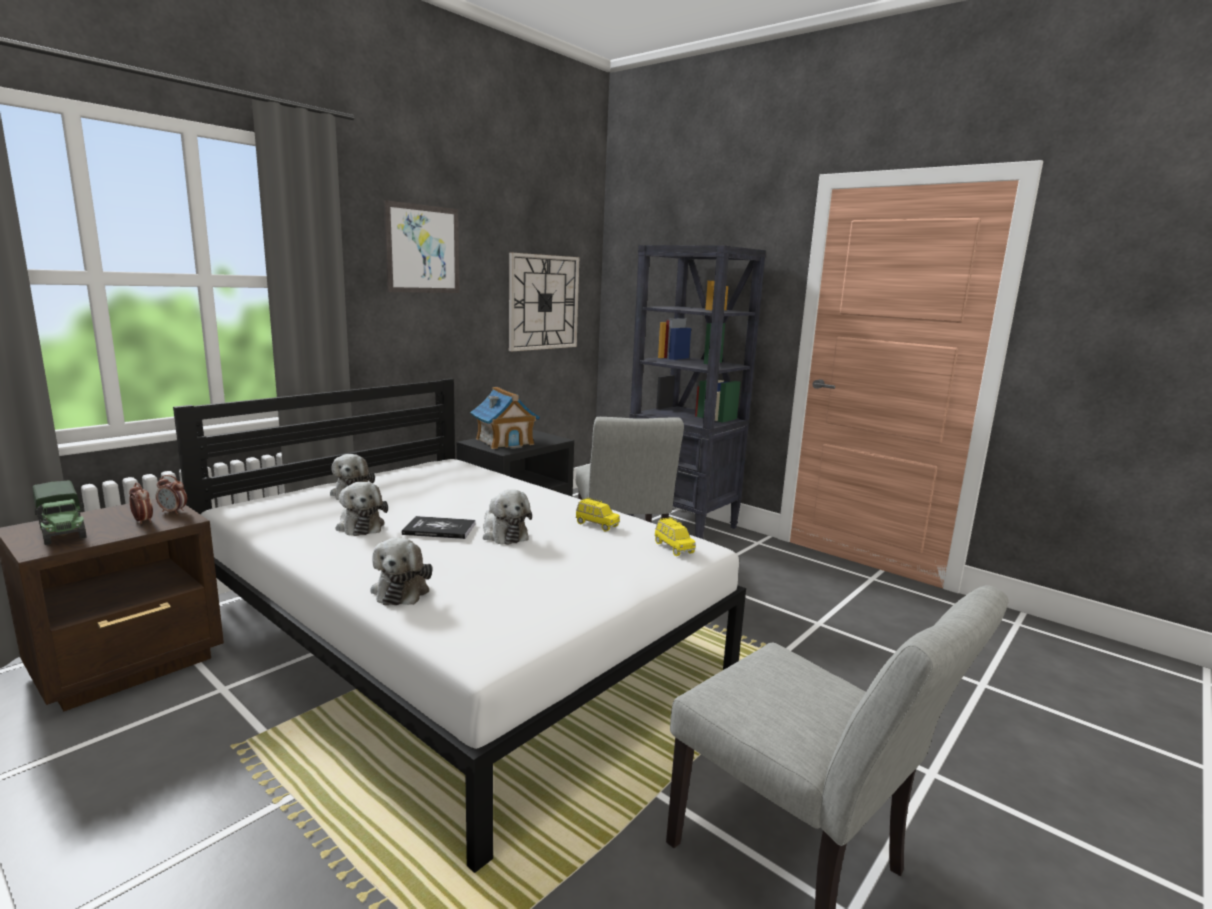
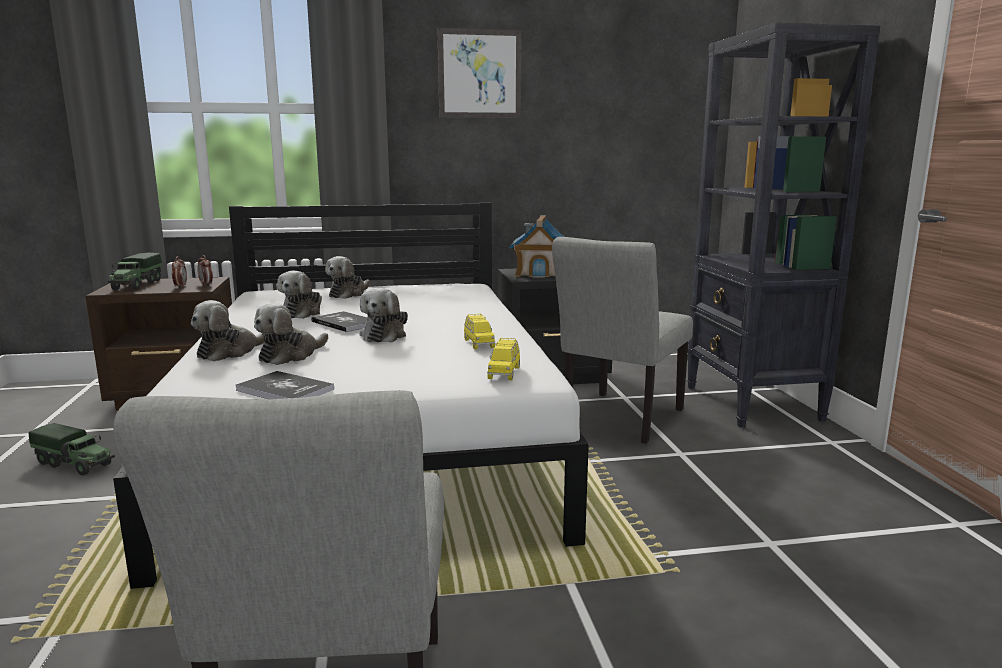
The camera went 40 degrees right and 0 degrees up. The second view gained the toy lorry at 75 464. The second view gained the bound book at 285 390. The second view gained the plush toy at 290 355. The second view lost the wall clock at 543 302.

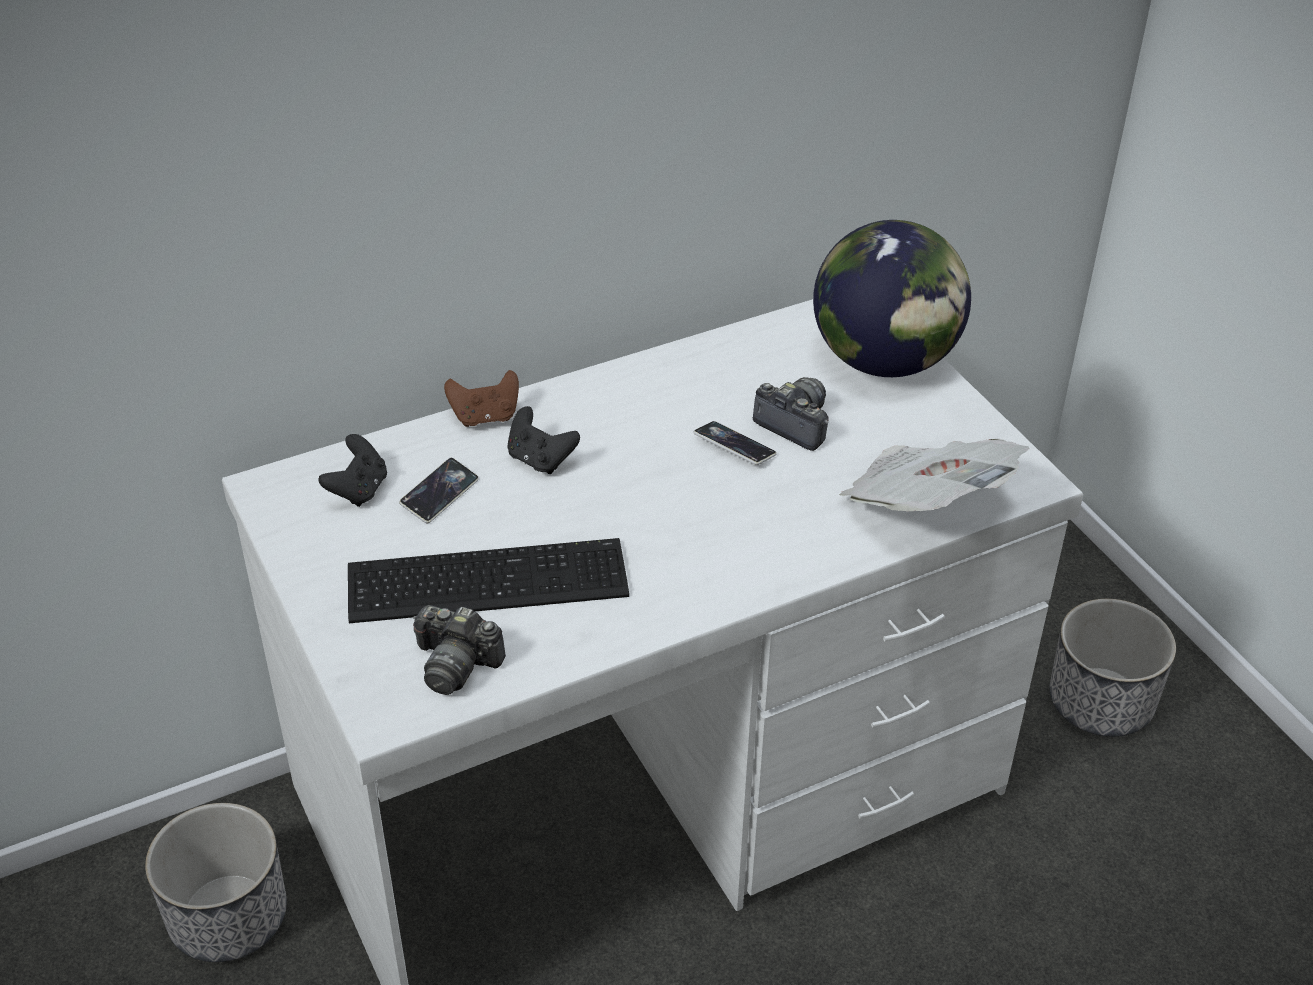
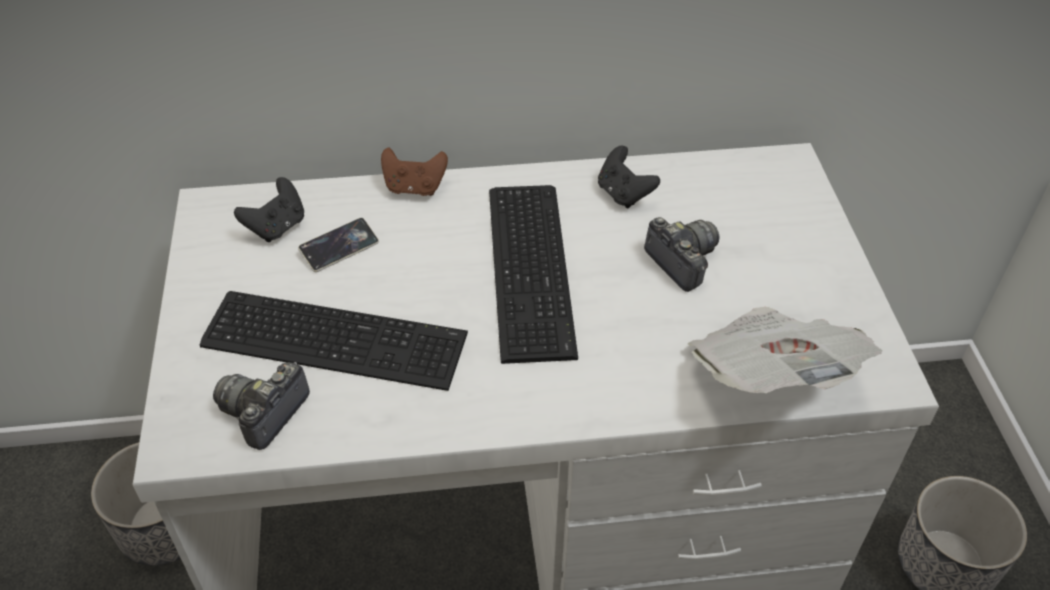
The camera went 20 degrees right and 5 degrees up. The still camera at 456 664 ended up facing another way, 75 degrees clockwise from before. The second view gained the computer keyboard at 534 267. The game controller (blackish) ended up elsewhere, having gone from 540 460 to 623 194. The second view lost the telephone at 734 447. The second view lost the world globe at 885 361.

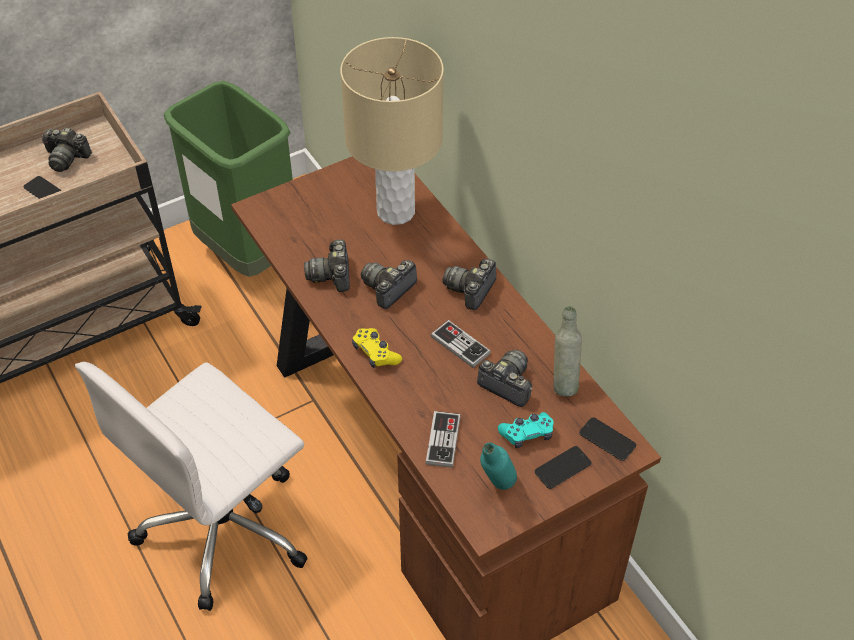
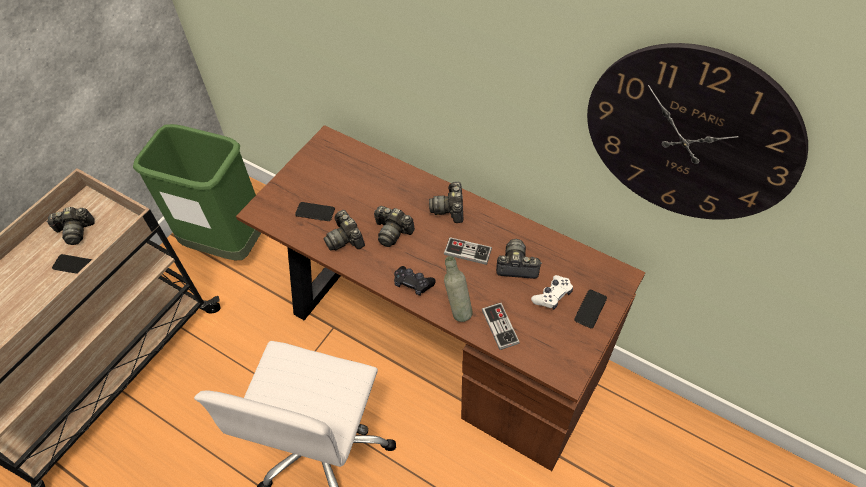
The camera went 25 degrees left and 5 degrees up. The telephone ended up elsewhere, having gone from 607 439 to 315 212. The still camera at 388 289 ended up facing another way, 75 degrees counterclockwise from before. What was the game controller (yellow) at 375 353 turned into the game controller (blackish) at 413 283. The drink bottle (grey) ended up elsewhere, having gone from 563 382 to 457 309. What was the game controller (blue-green) at 527 434 turned into the game controller (white-coloured) at 552 296. The second view gained the wall clock at 690 136. The second view lost the table lamp (beige-coloured) at 396 211. The second view lost the drink bottle (blue-green) at 496 490.

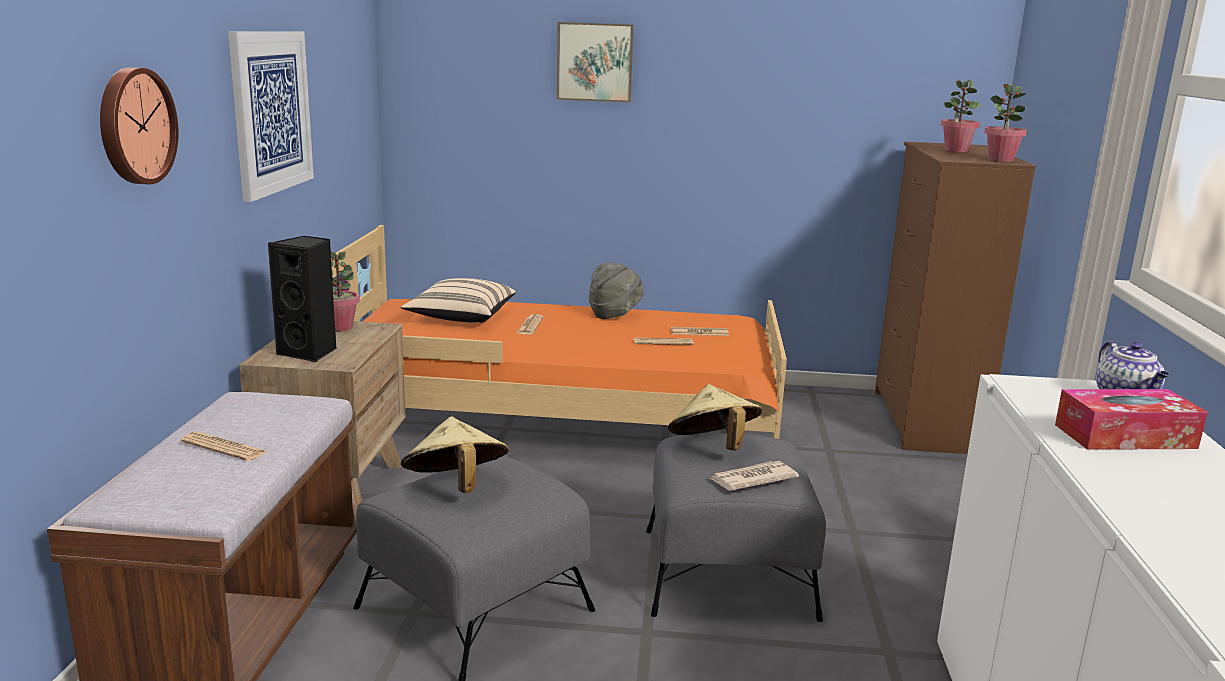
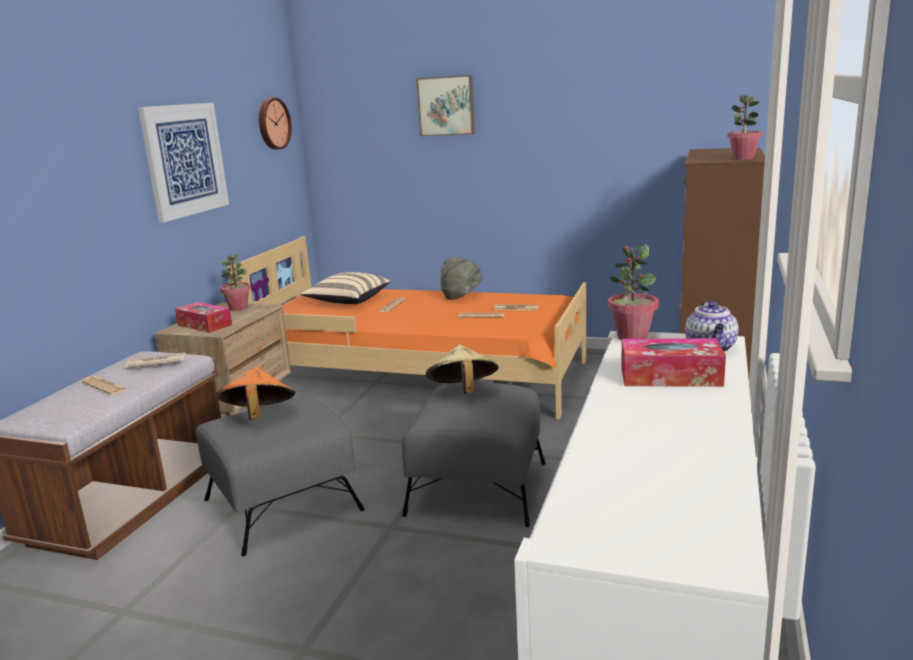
The camera went 15 degrees right and 0 degrees up. The newspaper ended up elsewhere, having gone from 751 479 to 155 363. Where the loudspeaker (blackish) stood at 310 352, the box of tissues came to stand at 205 325. What was the wearable hat (beige-coloured) at 455 487 turned into the wearable hat (orange) at 258 416. The wall clock ended up elsewhere, having gone from 134 126 to 272 123. The potted plant ended up elsewhere, having gone from 956 150 to 632 337.

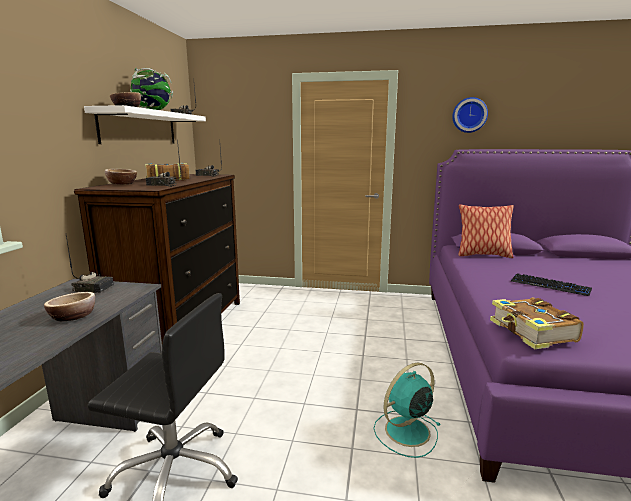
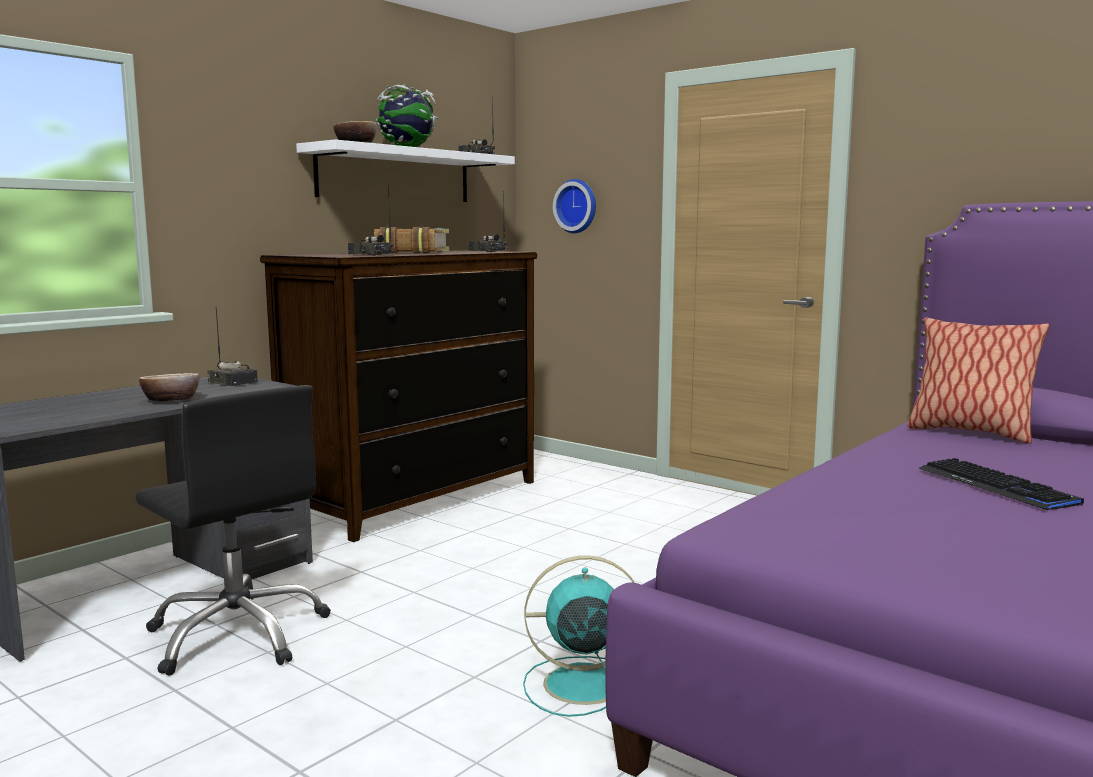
The camera went 30 degrees right and 5 degrees down. The wall clock ended up elsewhere, having gone from 469 115 to 577 206. The second view lost the serving bowl at 122 183. The second view lost the bound book at 532 332.

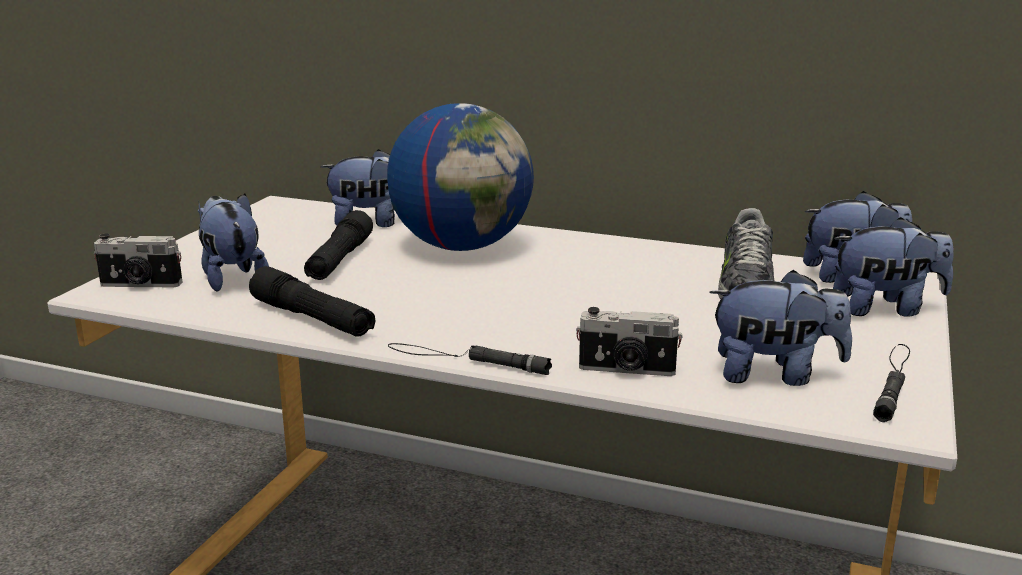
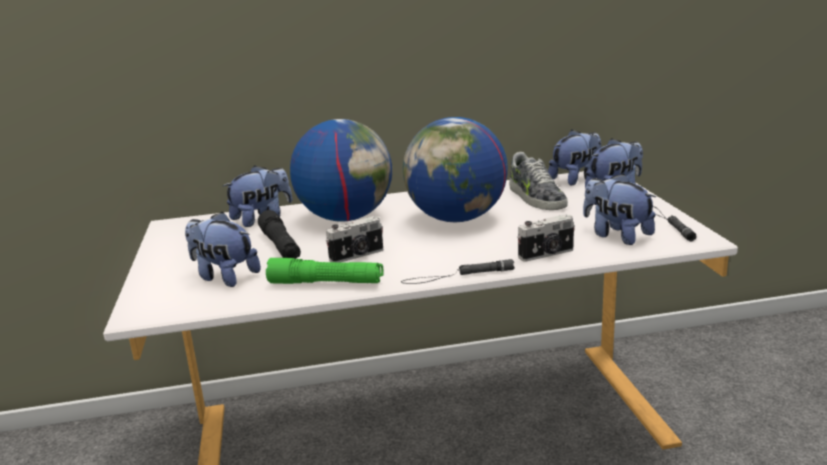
The camera went 30 degrees left and 0 degrees up. What was the hand torch (blackish) at 312 319 turned into the hand torch (green) at 326 283. The still camera ended up elsewhere, having gone from 140 285 to 357 256. The second view gained the world globe at 457 219. The plush toy at 775 374 ended up facing another way, 105 degrees counterclockwise from before.

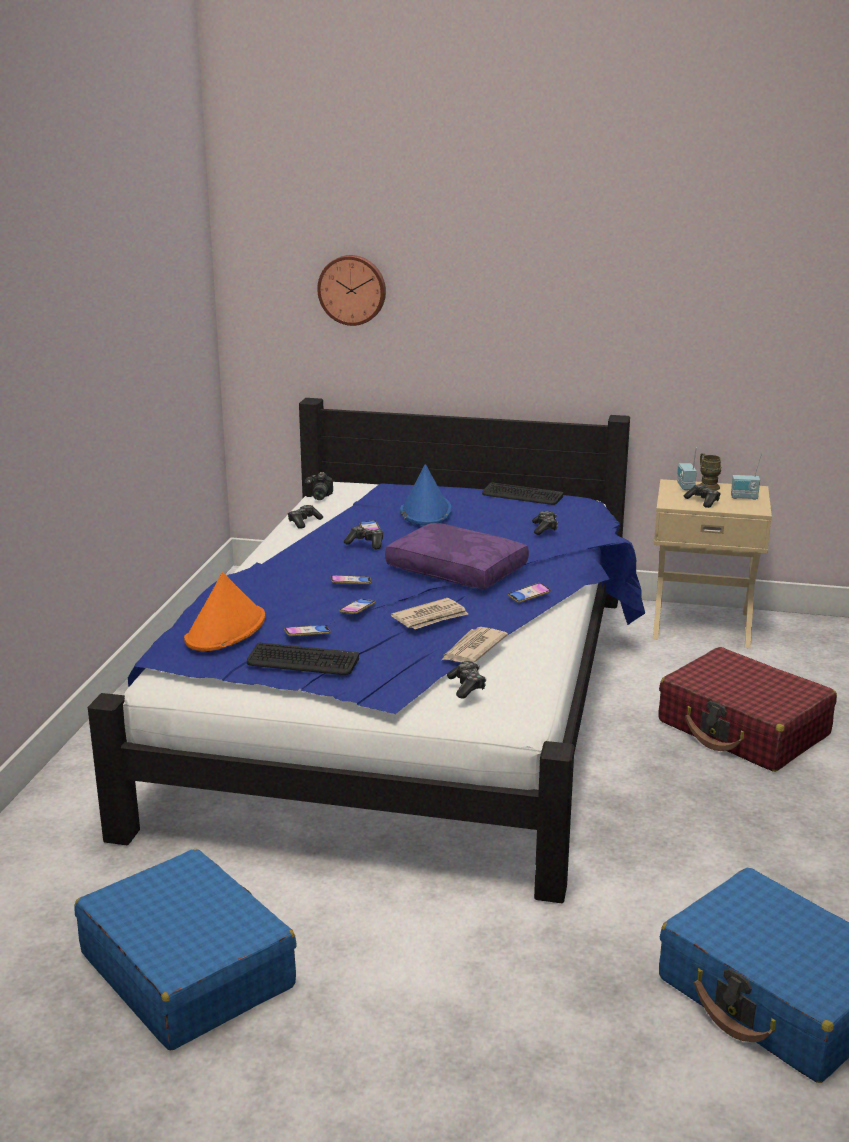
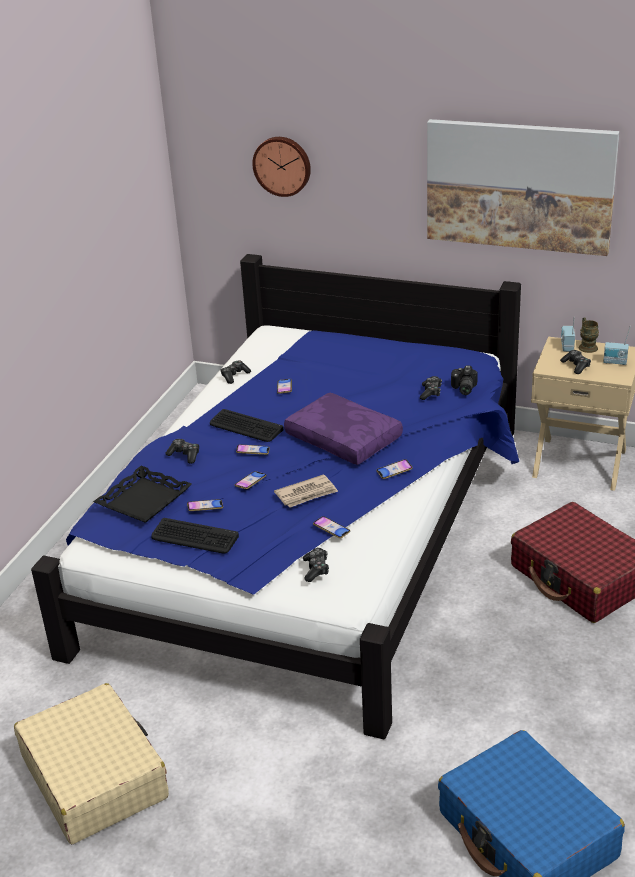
The camera went 10 degrees right and 10 degrees up. What was the suitcase (blue-coloured) at 187 969 turned into the suitcase (beige-coloured) at 94 777. Where the wearable hat (orange) stood at 226 630, the serving tray (blackish) came to stand at 143 500. The game controller ended up elsewhere, having gone from 366 543 to 184 455. The computer keyboard ended up elsewhere, having gone from 522 495 to 245 427. Where the newspaper stood at 472 649, the telephone came to stand at 331 529. The second view gained the wall art at 519 185. The still camera ended up elsewhere, having gone from 317 497 to 463 389. The second view lost the wearable hat (blue-coloured) at 425 511.

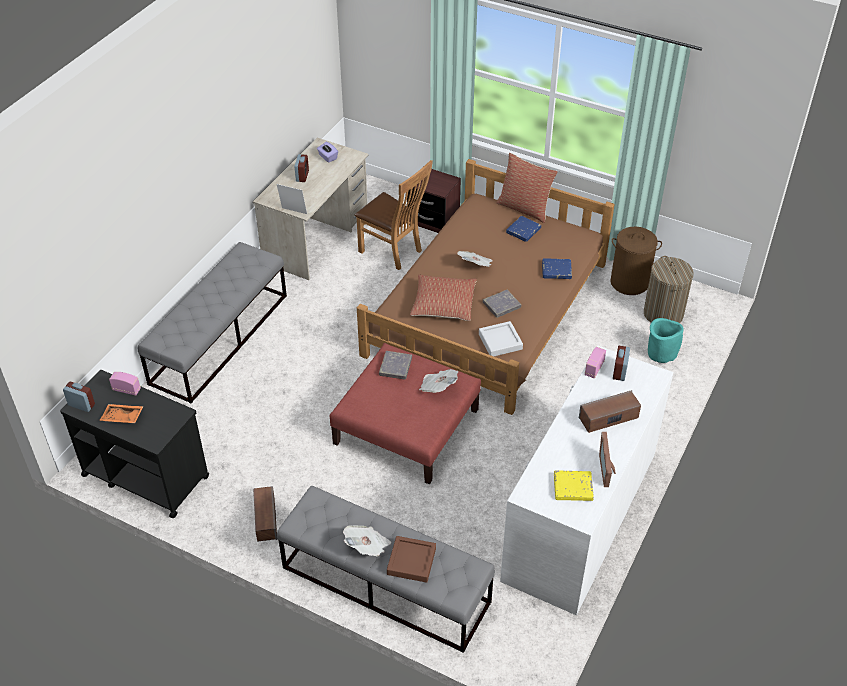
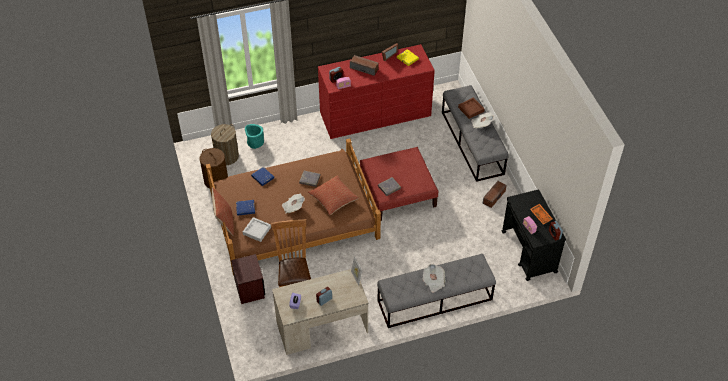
The camera went 135 degrees left and 5 degrees up. The serving tray (grey) ended up elsewhere, having gone from 500 342 to 257 231. What was the dresser (white-coloured) at 580 516 turned into the dresser (red) at 375 114. The newspaper ended up elsewhere, having gone from 438 387 to 433 282.

